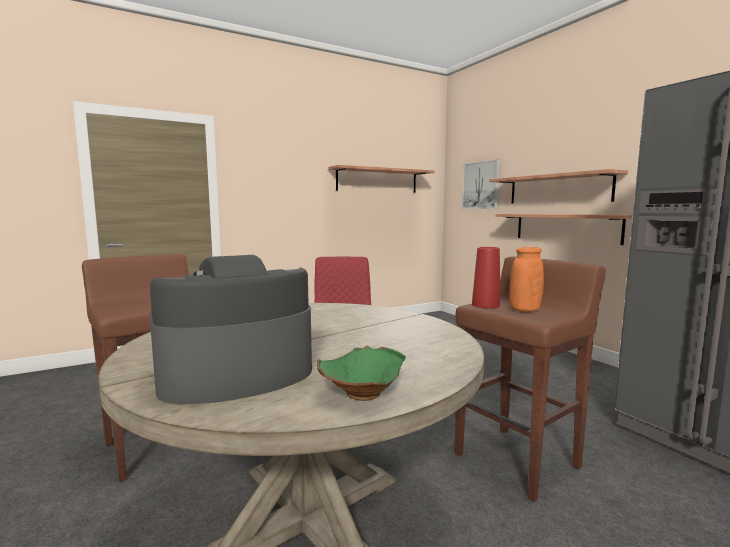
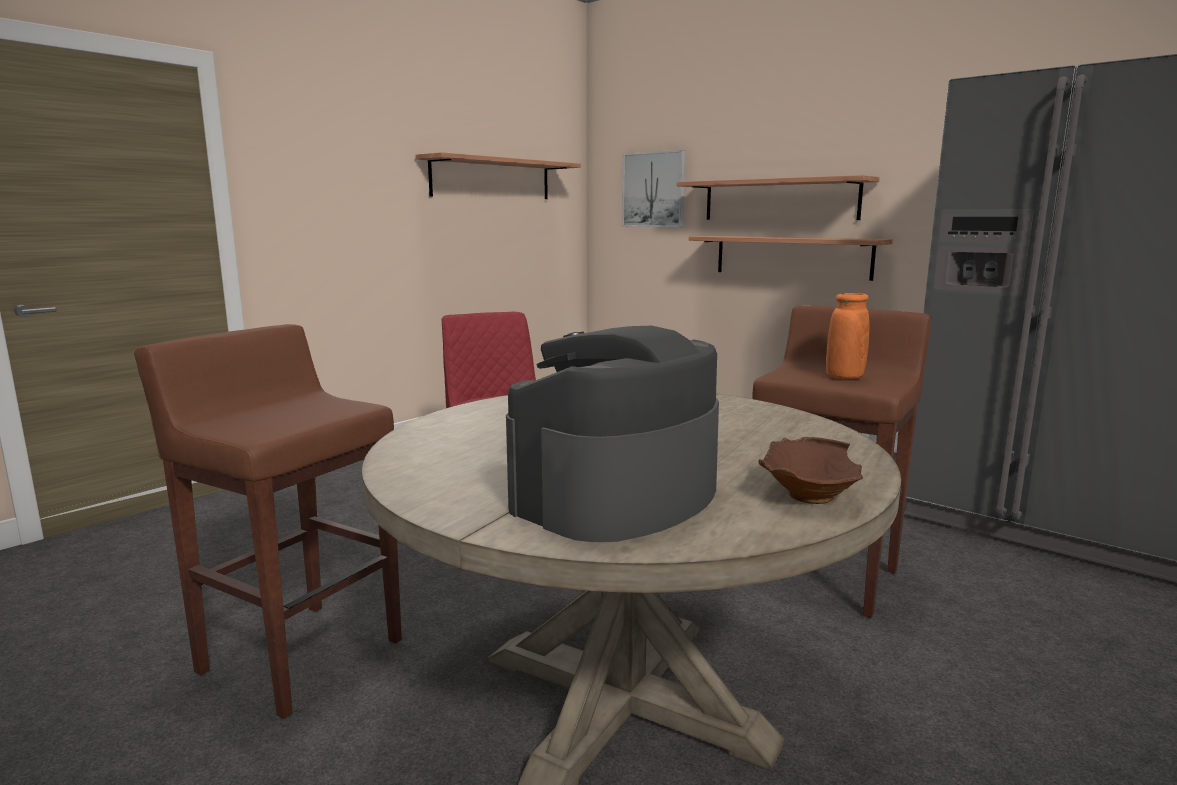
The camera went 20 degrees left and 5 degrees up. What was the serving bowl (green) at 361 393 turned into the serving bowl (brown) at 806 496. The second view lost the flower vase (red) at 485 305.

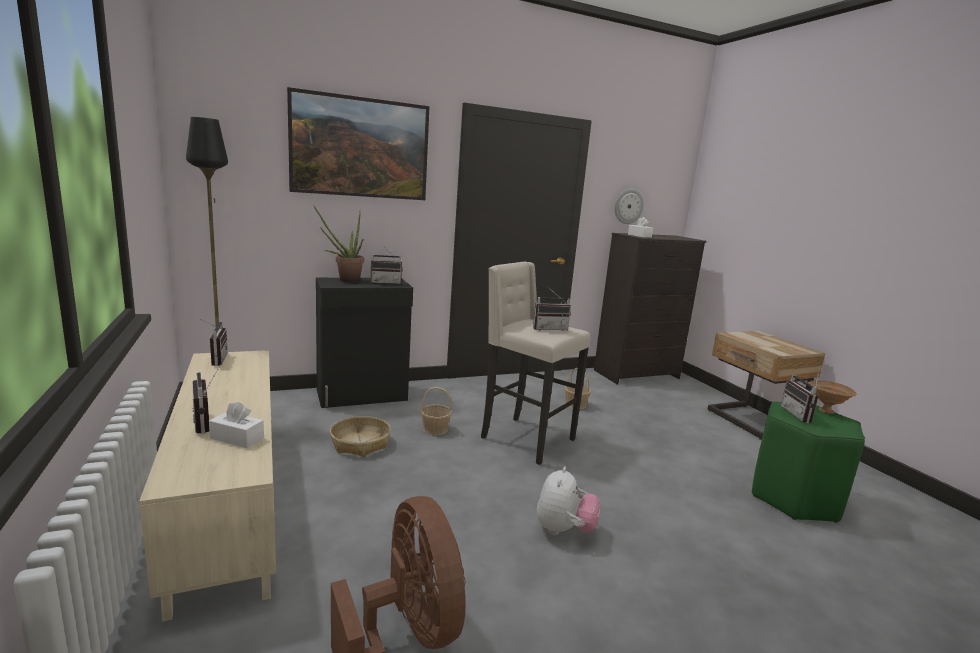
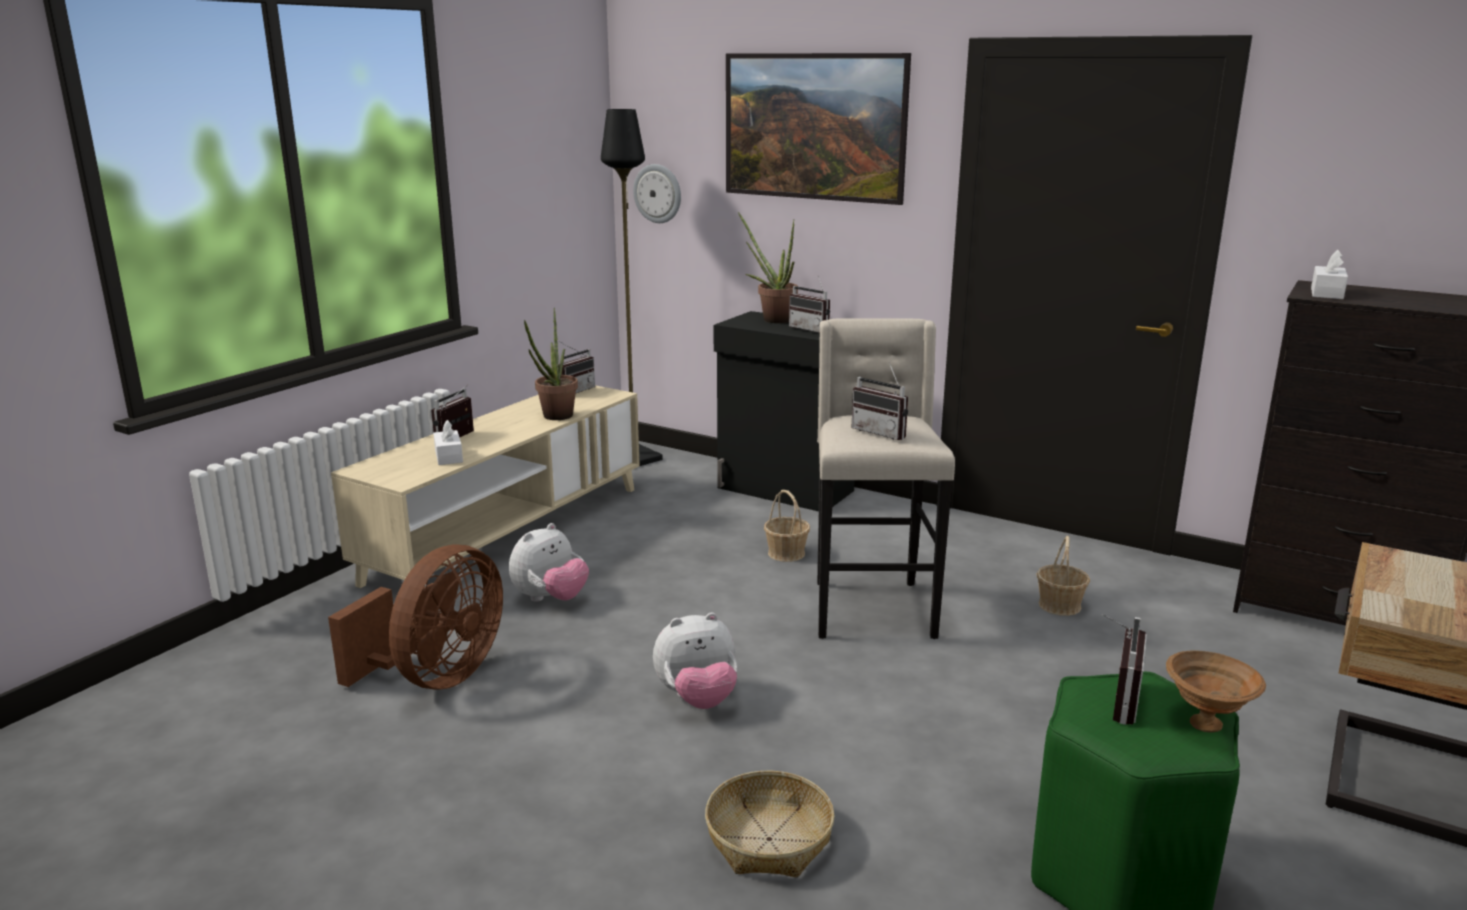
The camera went 55 degrees right and 5 degrees up. The second view gained the plush toy at 550 599. The second view gained the potted plant at 554 417. The wall clock ended up elsewhere, having gone from 628 206 to 658 193. The household basket ended up elsewhere, having gone from 360 443 to 768 839. The radio at 800 415 ended up facing another way, 150 degrees clockwise from before.

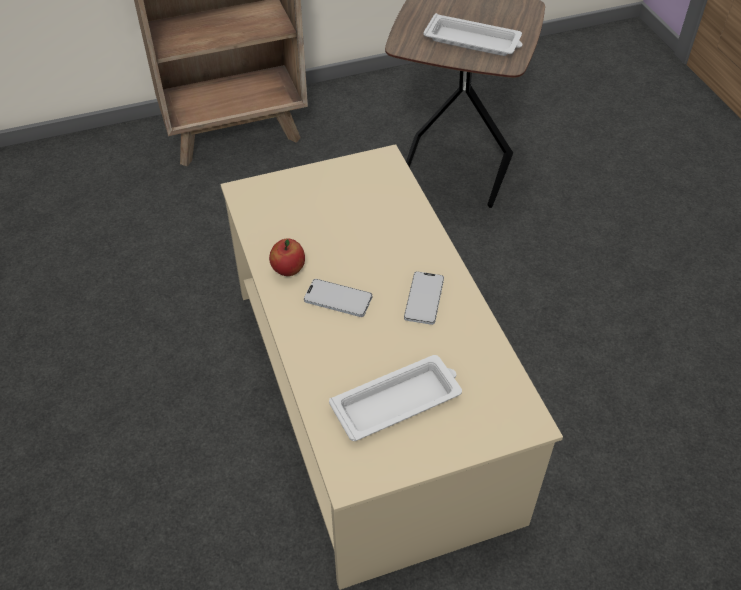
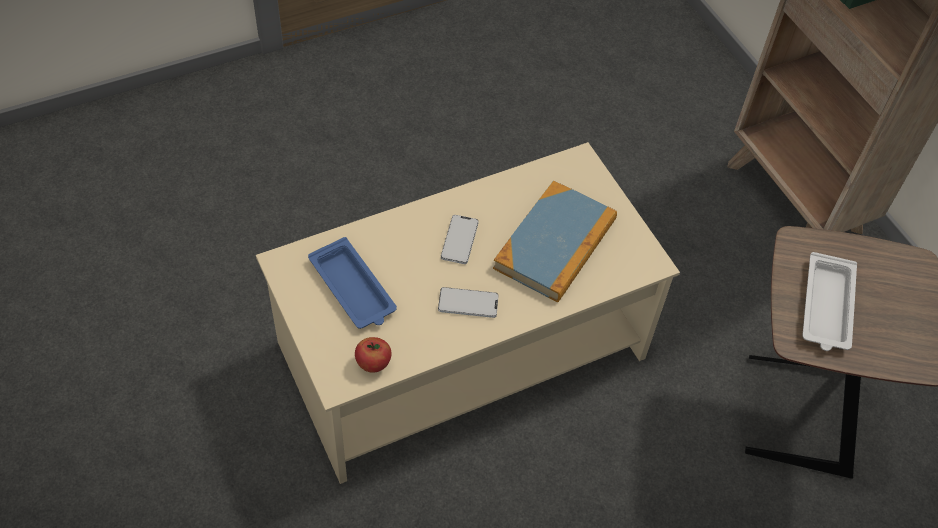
The camera went 80 degrees right and 5 degrees up. What was the serving tray (white-coloured) at 398 401 turned into the serving tray (blue-coloured) at 353 289. The whole apple ended up elsewhere, having gone from 288 270 to 373 364. The second view gained the bound book at 555 244.

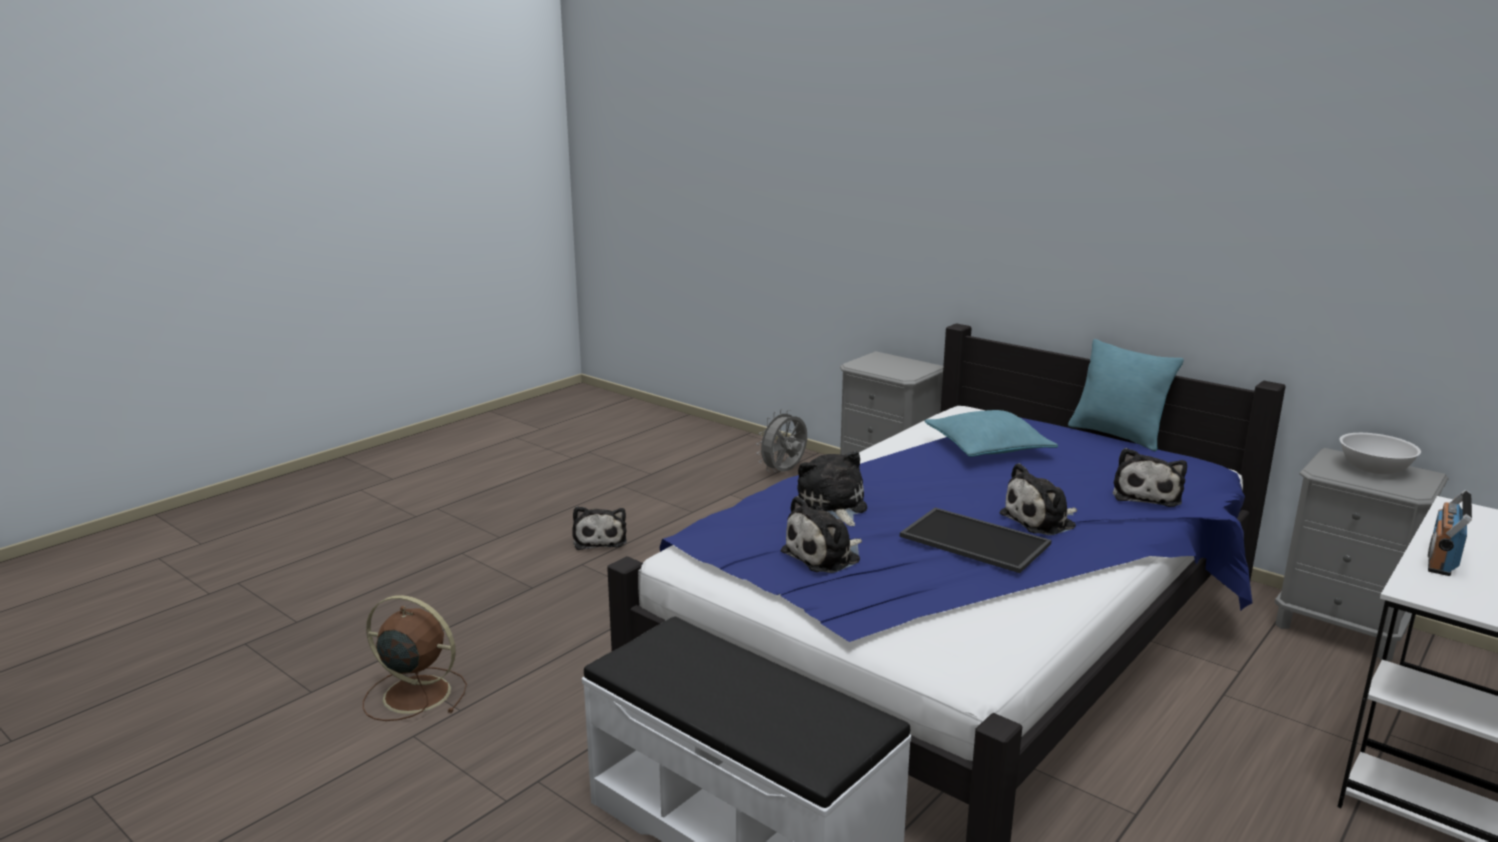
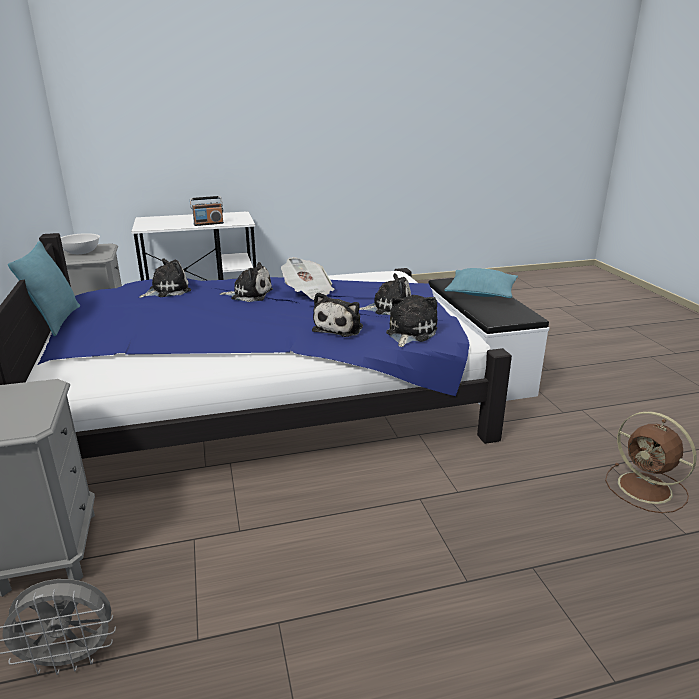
The camera went 145 degrees left and 5 degrees up. Where the serving tray stood at 972 540, the newspaper came to stand at 308 292. The plush toy ended up elsewhere, having gone from 600 539 to 409 333. The throw pillow (blue-green) ended up elsewhere, having gone from 988 447 to 481 293.

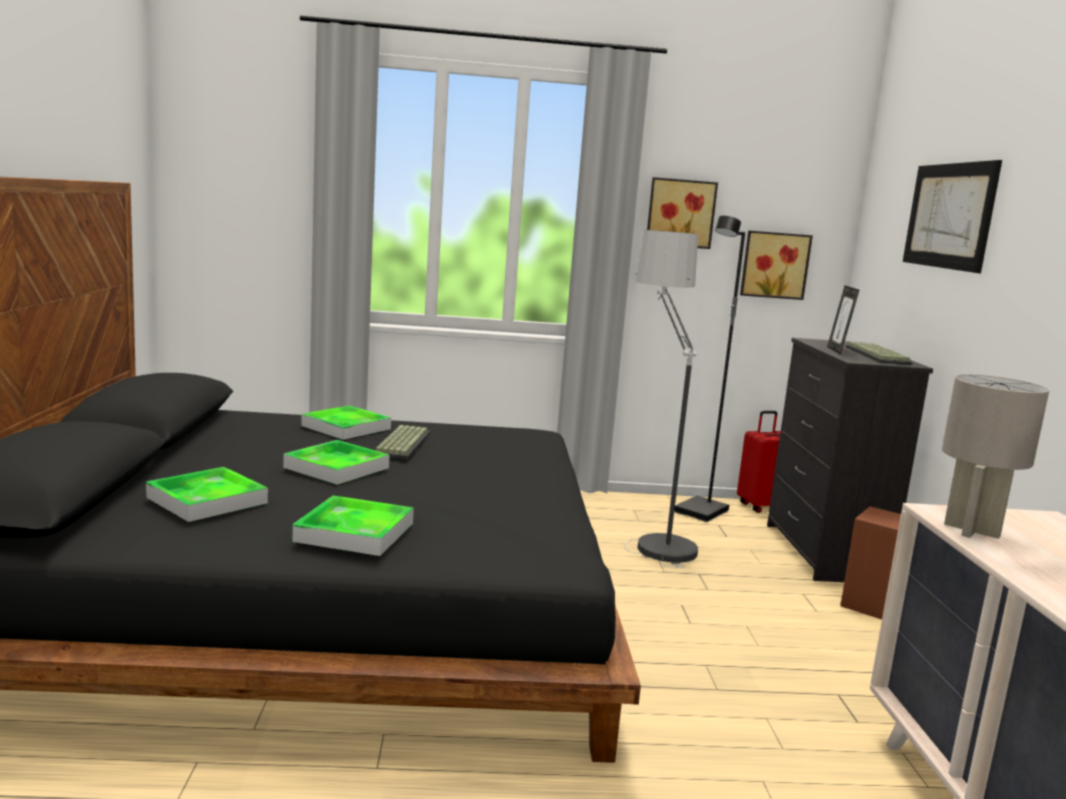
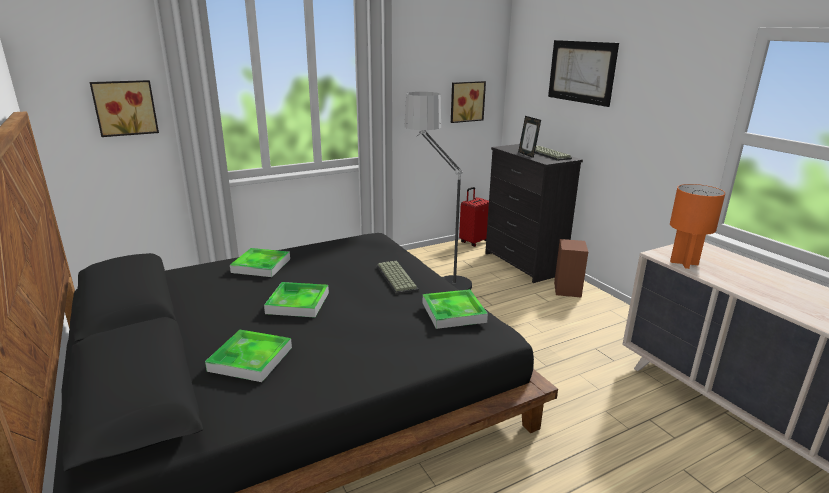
The camera went 25 degrees left and 10 degrees up. The wall art ended up elsewhere, having gone from 680 213 to 125 108. The computer keyboard ended up elsewhere, having gone from 401 443 to 395 277. The serving tray ended up elsewhere, having gone from 354 532 to 453 312. What was the table lamp (grey) at 970 530 turned into the table lamp (orange) at 683 263. The second view lost the standard lamp (blackish) at 702 512.

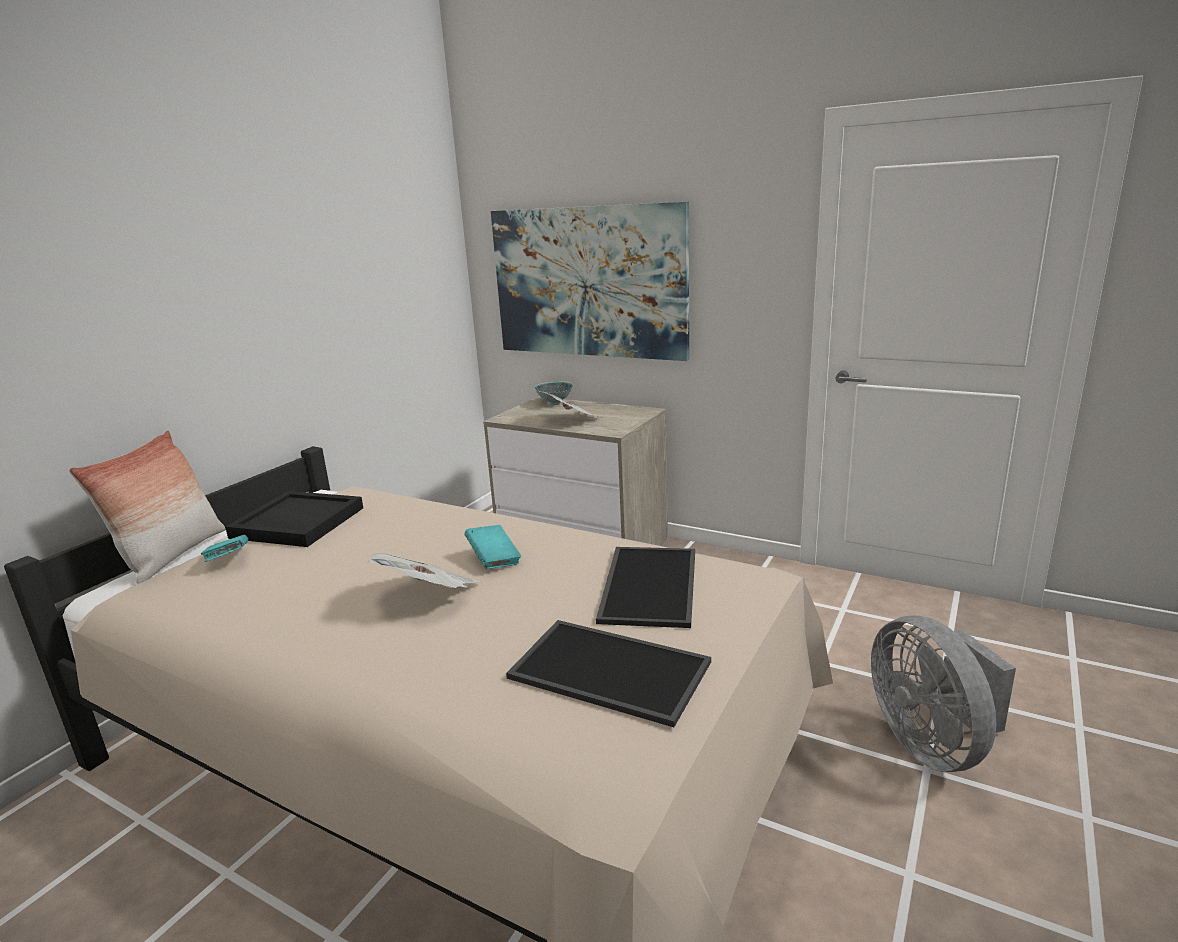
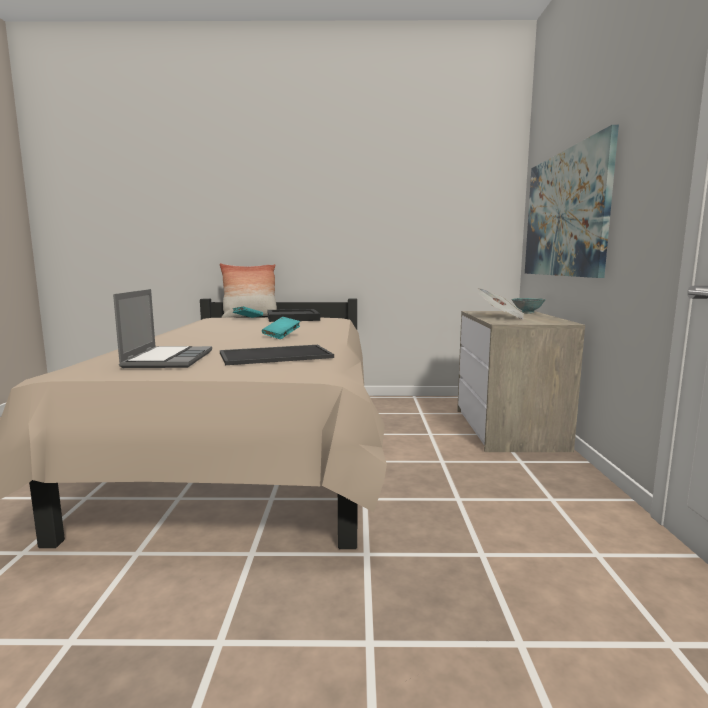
The camera went 60 degrees right and 10 degrees down. Where the serving tray stood at 606 671, the portable computer came to stand at 168 359. The second view lost the newspaper at 429 595. The second view lost the electric fan (grey) at 932 743.

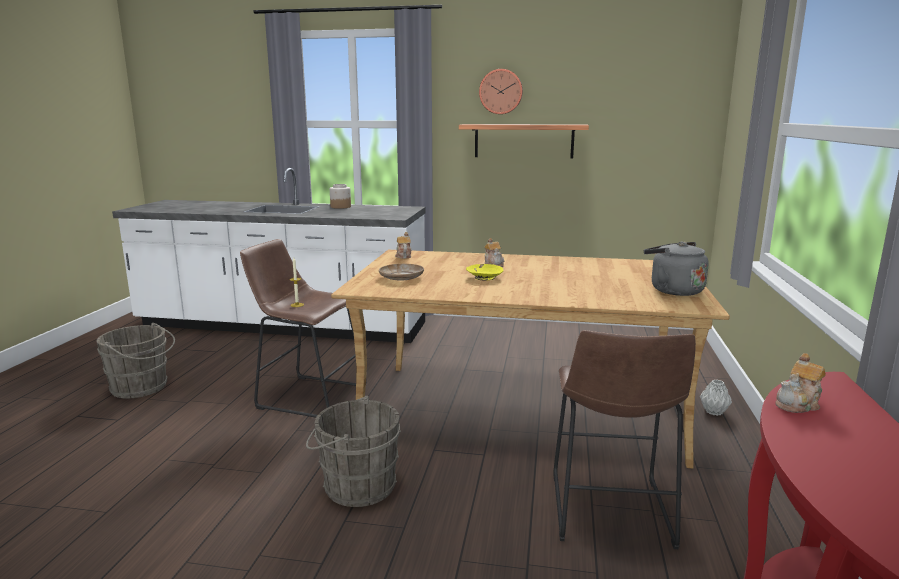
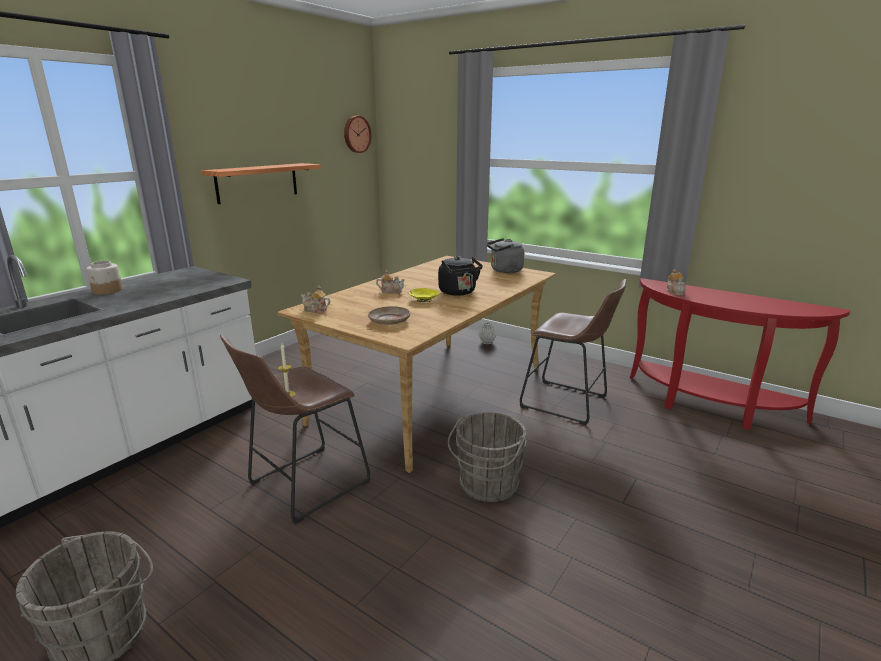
The camera went 65 degrees left and 5 degrees up. The wall clock ended up elsewhere, having gone from 501 91 to 356 134. The second view gained the kettle (blackish) at 459 292.

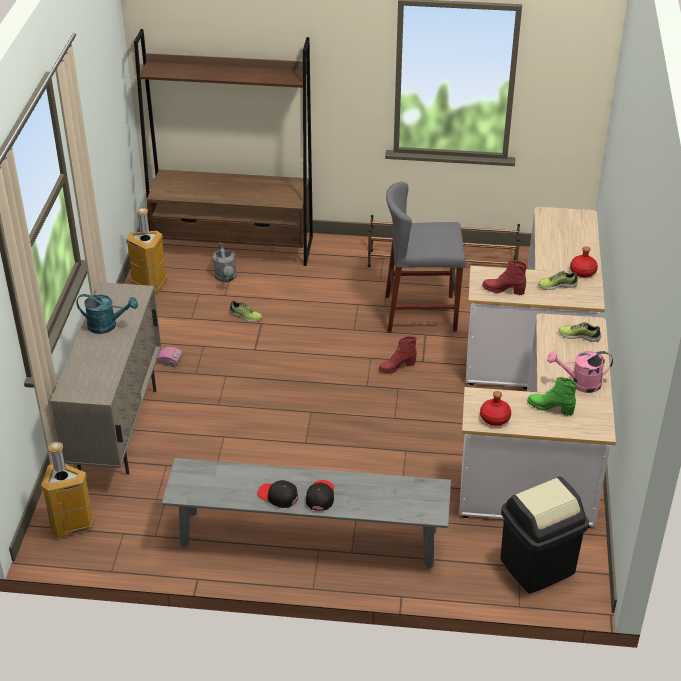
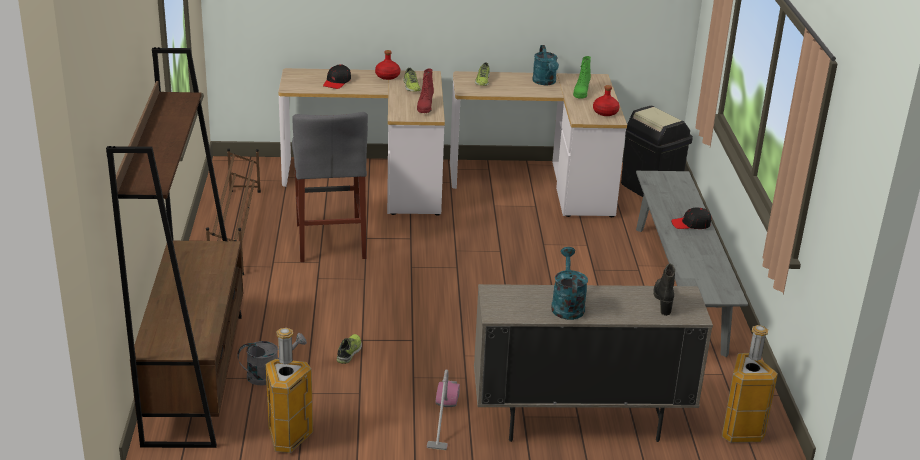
The camera went 100 degrees left and 10 degrees down. The cap (blackish) ended up elsewhere, having gone from 278 496 to 337 82. What was the sprinkling can (pink) at 580 383 turned into the sprinkling can (blue-green) at 545 82. The second view gained the boot (blackish) at 663 301. The second view lost the boot (red) at 397 367.

